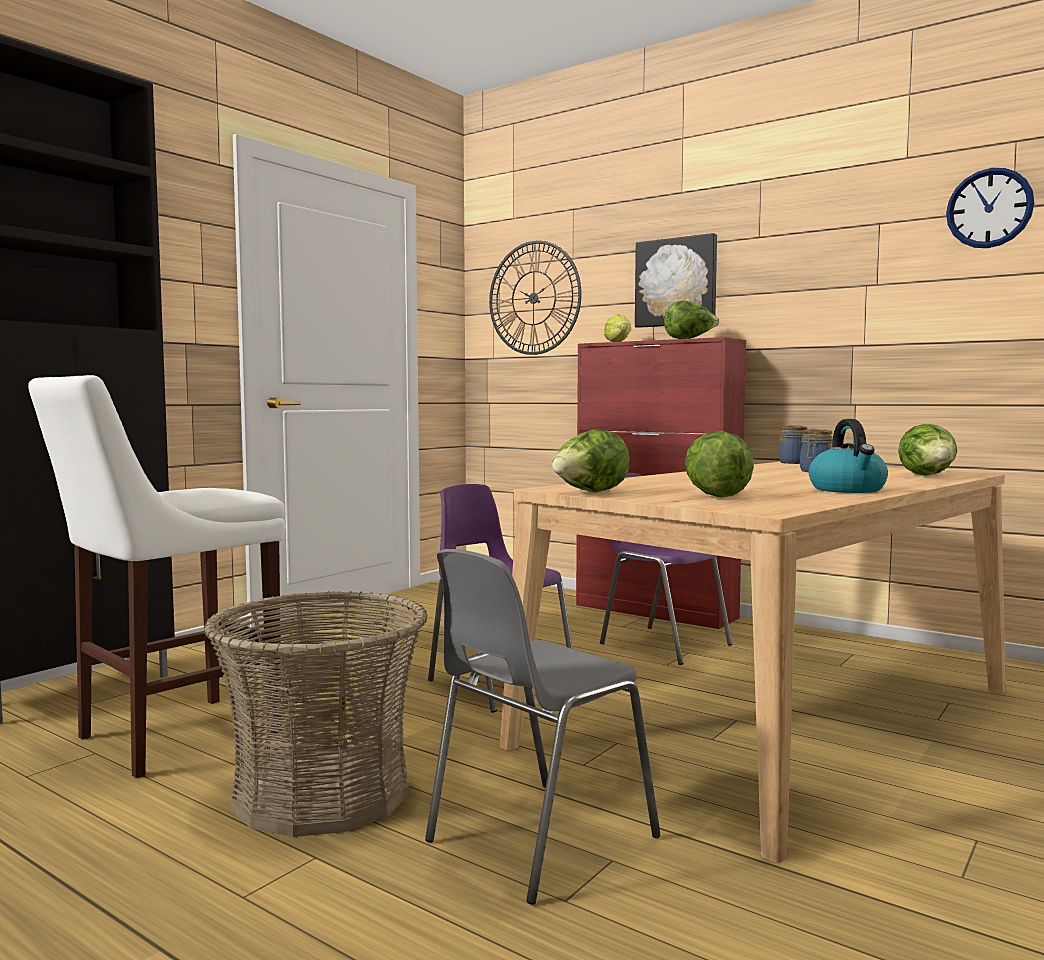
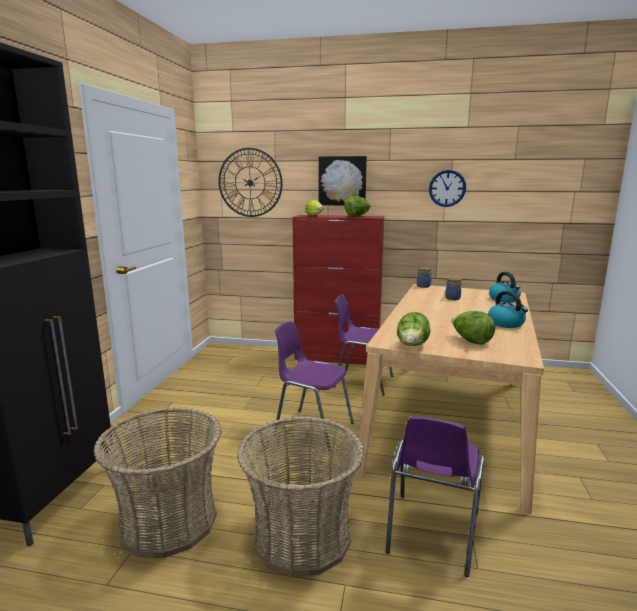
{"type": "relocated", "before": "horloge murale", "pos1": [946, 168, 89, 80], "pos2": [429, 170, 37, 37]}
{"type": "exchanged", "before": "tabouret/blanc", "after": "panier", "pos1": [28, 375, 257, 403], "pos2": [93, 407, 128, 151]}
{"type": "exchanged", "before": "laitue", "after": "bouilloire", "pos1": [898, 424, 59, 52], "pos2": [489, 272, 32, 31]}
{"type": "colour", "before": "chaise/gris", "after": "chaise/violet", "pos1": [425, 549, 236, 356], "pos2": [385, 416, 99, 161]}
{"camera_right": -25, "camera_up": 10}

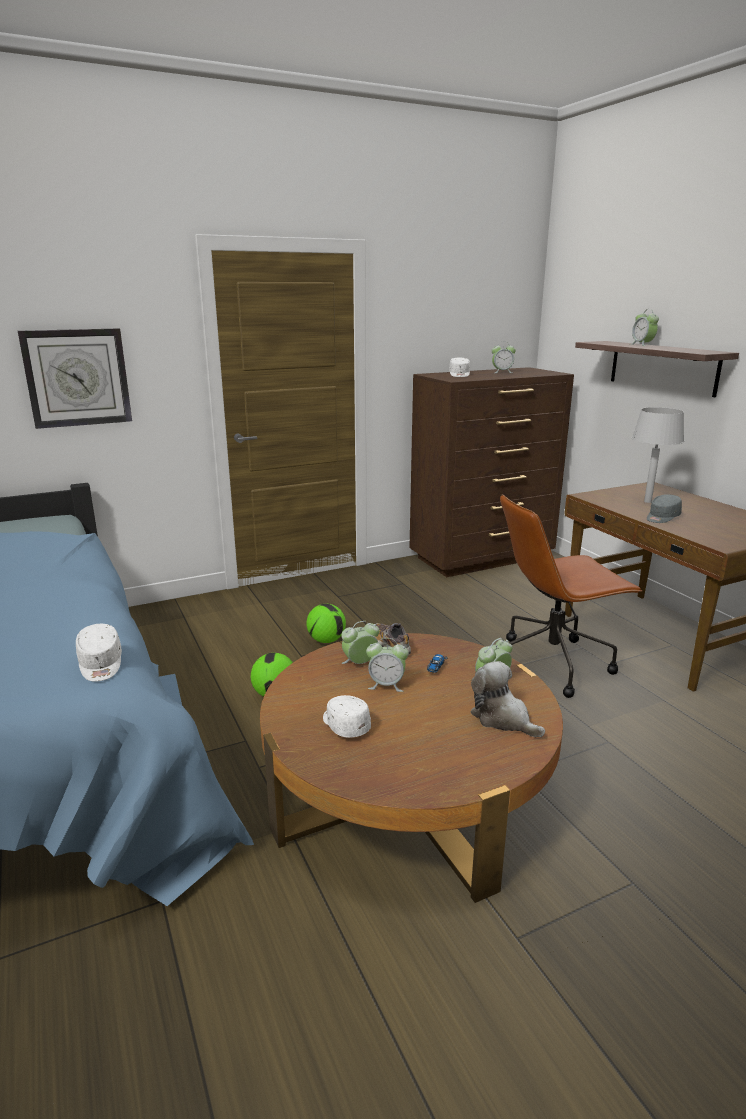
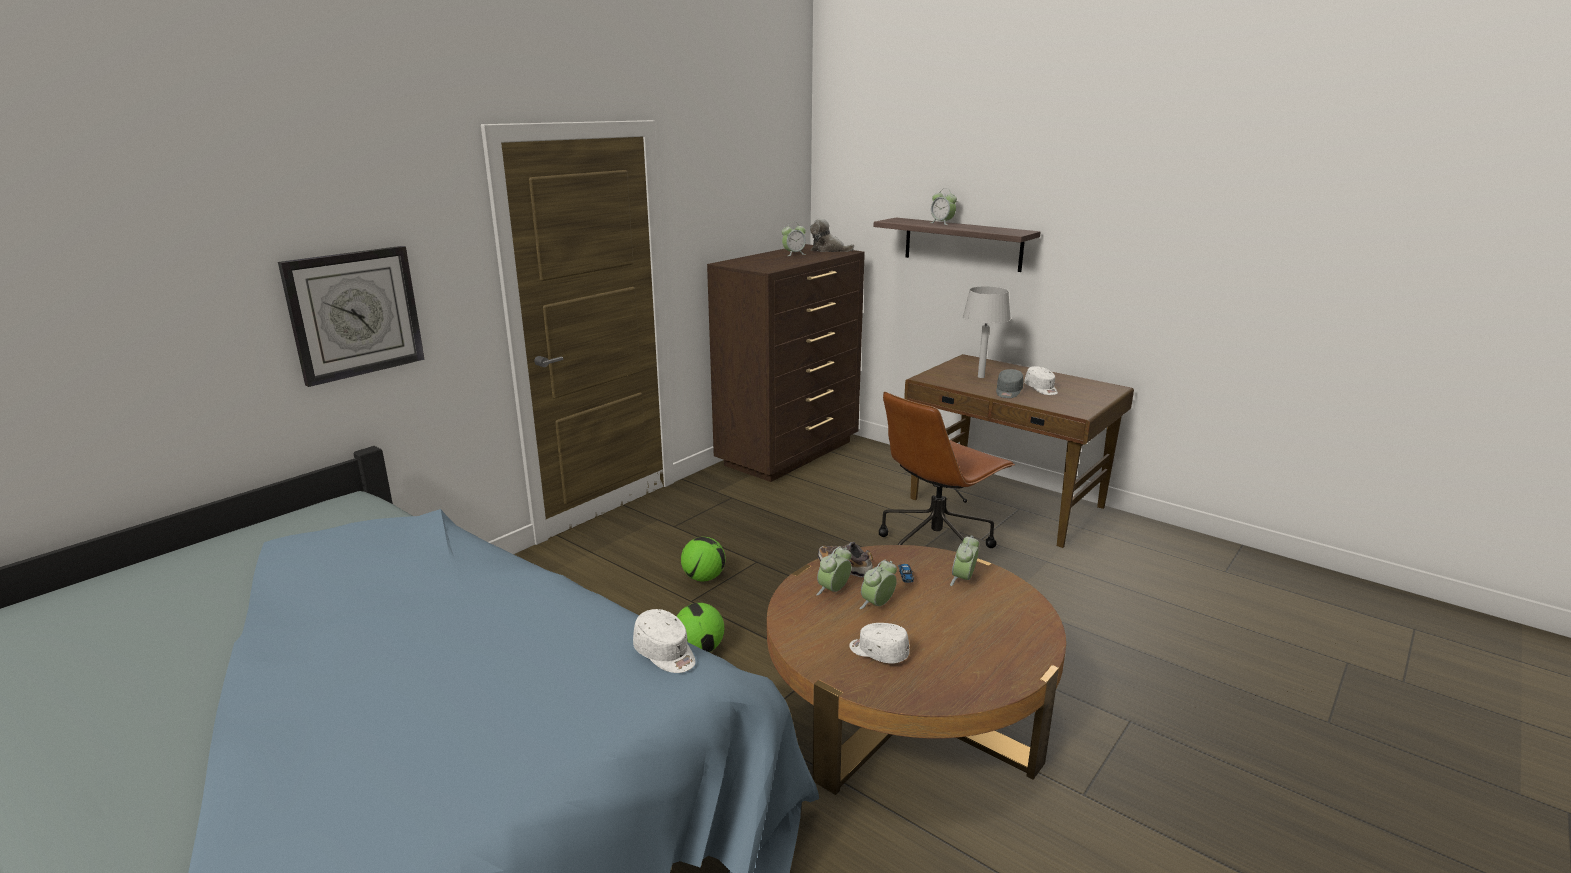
{"type": "relocated", "before": "casquette/blanc", "pos1": [449, 358, 21, 19], "pos2": [1024, 366, 34, 29]}
{"type": "spun", "before": "réveil", "pos1": [366, 638, 43, 54], "pos2": [859, 560, 38, 49], "turn": 150}
{"type": "relocated", "before": "peluche", "pos1": [470, 661, 75, 76], "pos2": [810, 218, 44, 34]}
{"camera_right": -25, "camera_up": 0}

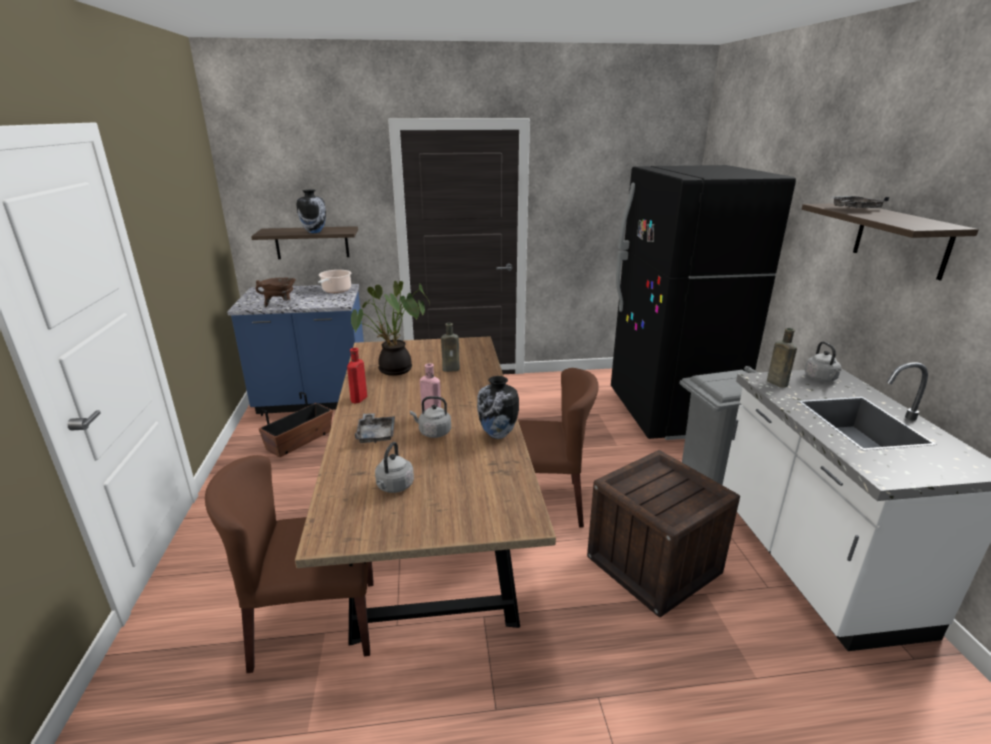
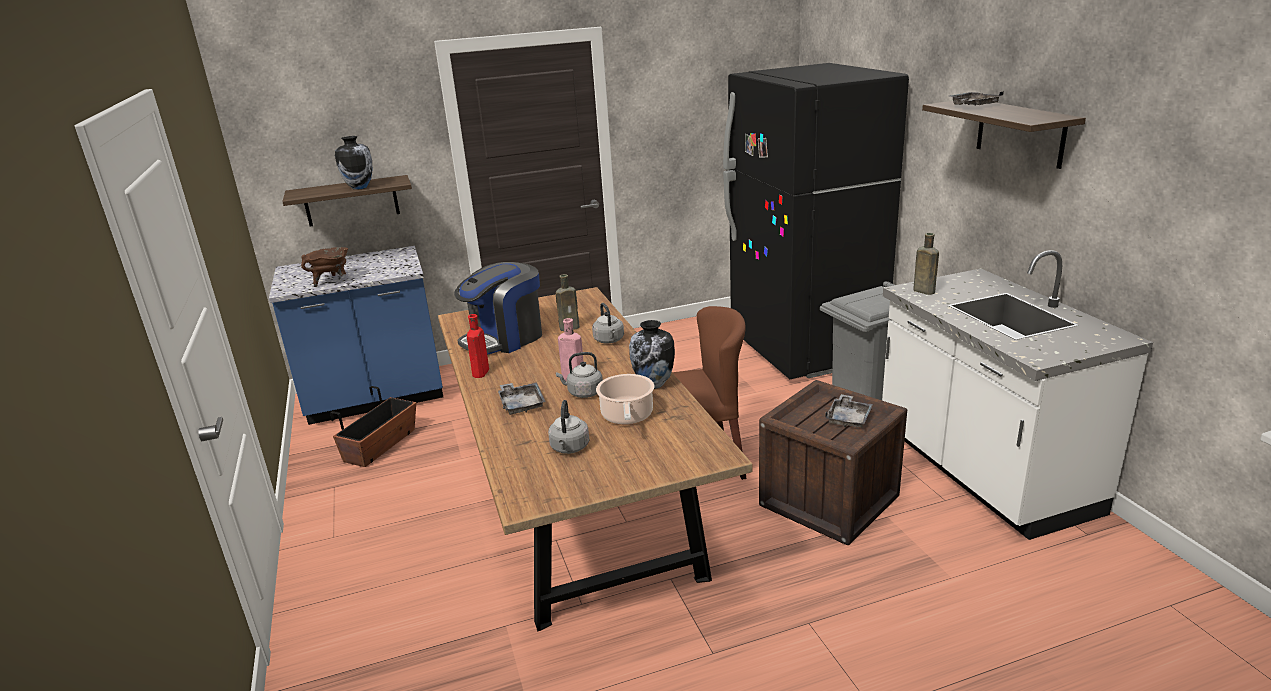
{"type": "relocated", "before": "marmite", "pos1": [318, 270, 33, 23], "pos2": [596, 374, 58, 51]}
{"type": "exchanged", "before": "plante en pot", "after": "machine à café", "pos1": [351, 281, 79, 95], "pos2": [454, 262, 88, 93]}
{"type": "relocated", "before": "bouilloire/gris", "pos1": [805, 341, 36, 41], "pos2": [592, 303, 32, 40]}
{"type": "missing", "before": "chaise/marron", "pos1": [205, 455, 169, 218]}
{"type": "appeared", "after": "plateau/gris", "pos2": [825, 394, 48, 33]}
{"camera_right": -10, "camera_up": 0}

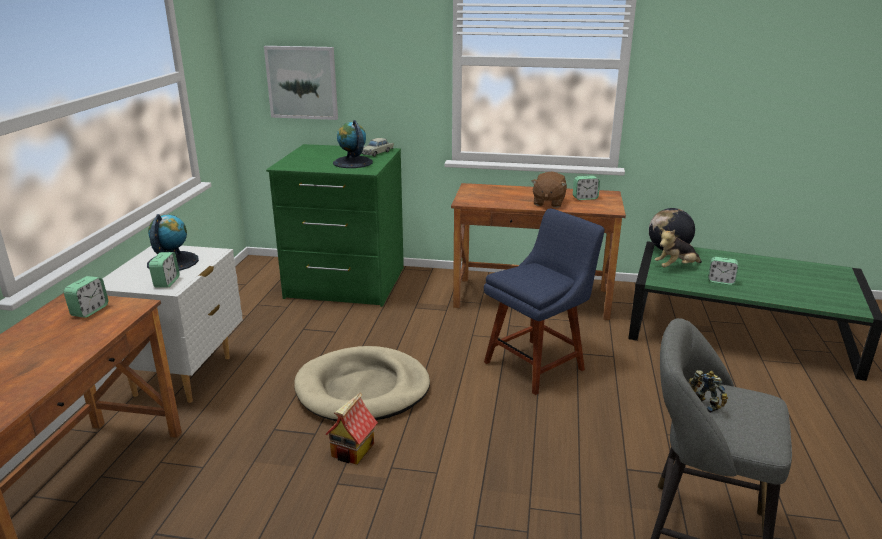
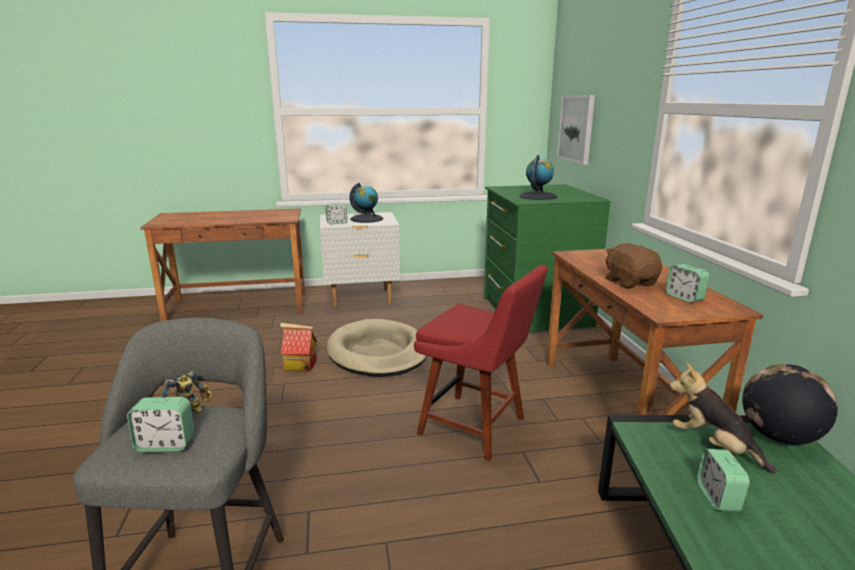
{"type": "missing", "before": "petite voiture/beige", "pos1": [361, 138, 32, 19]}
{"type": "spun", "before": "peluche/marron", "pos1": [531, 171, 36, 37], "pos2": [605, 243, 57, 46], "turn": 75}
{"type": "colour", "before": "chaise/bleu", "after": "chaise/rouge", "pos1": [484, 209, 121, 186], "pos2": [414, 265, 134, 196]}
{"type": "relocated", "before": "réveil", "pos1": [64, 276, 44, 42], "pos2": [127, 397, 68, 55]}
{"camera_right": 70, "camera_up": -5}

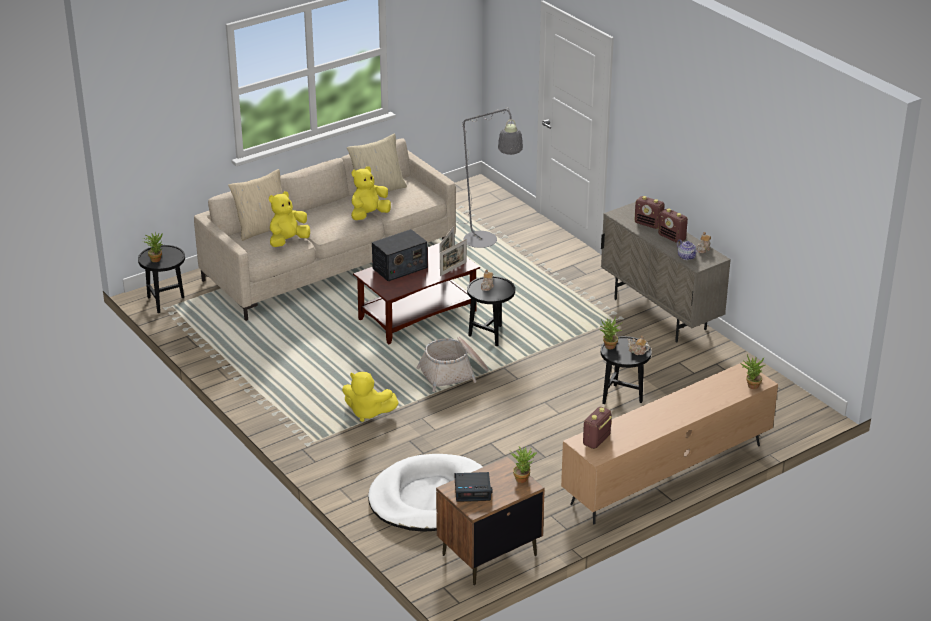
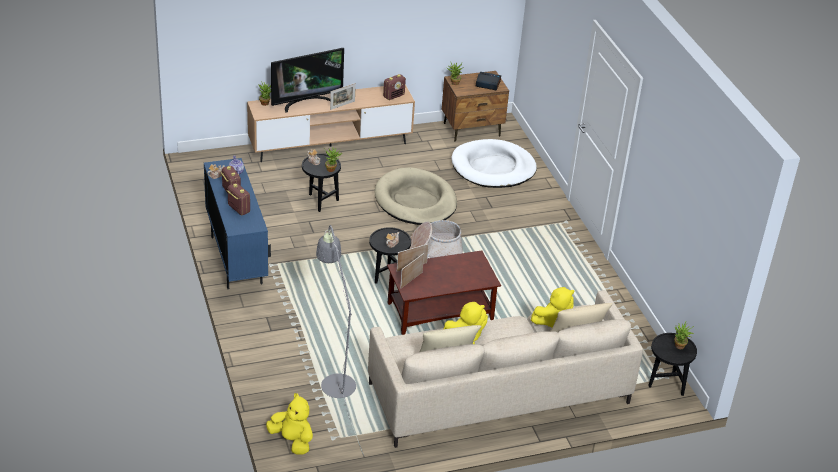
{"type": "colour", "before": "meuble de rangement/beige", "after": "meuble de rangement/bleu", "pos1": [601, 202, 130, 140], "pos2": [204, 158, 67, 131]}
{"type": "missing", "before": "radio", "pos1": [372, 229, 56, 52]}
{"type": "relocated", "before": "peluche/jaune", "pos1": [342, 372, 57, 50], "pos2": [266, 393, 47, 62]}
{"type": "appeared", "after": "téléviseur", "pos2": [271, 48, 73, 64]}
{"type": "appeared", "after": "cadre photo", "pos2": [330, 83, 26, 27]}
{"type": "appeared", "after": "panier pour chien/beige", "pos2": [374, 167, 83, 58]}
{"camera_right": -165, "camera_up": 5}

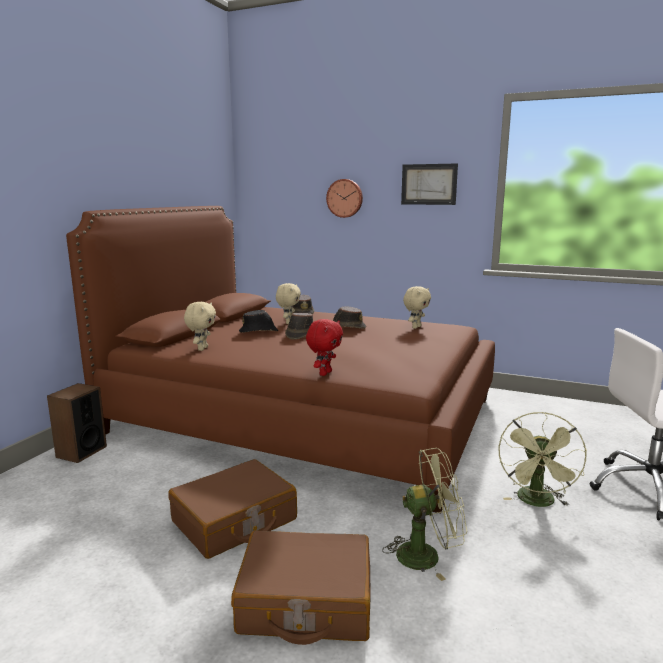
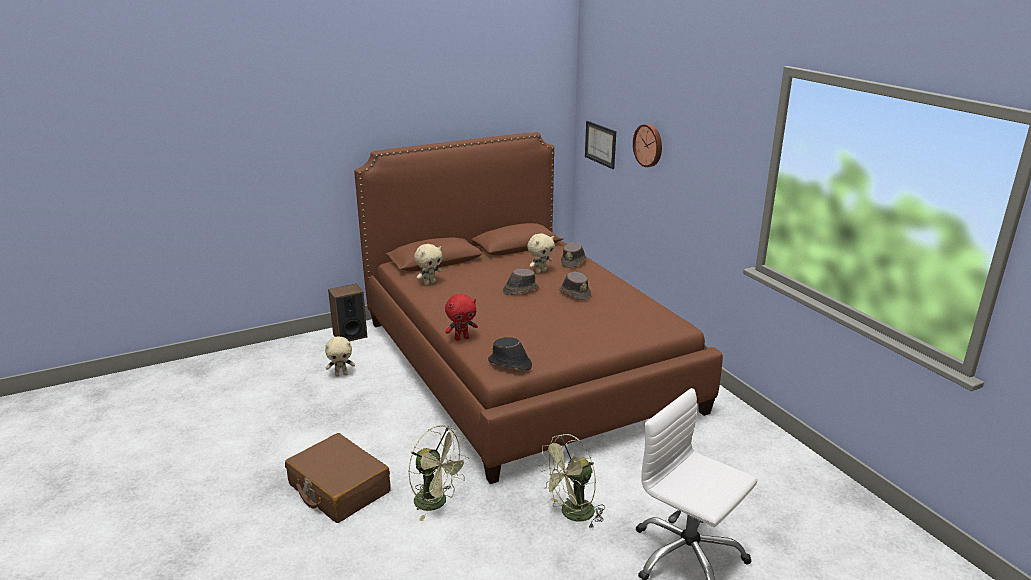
{"type": "relocated", "before": "tableau", "pos1": [401, 163, 57, 42], "pos2": [585, 121, 31, 48]}
{"type": "relocated", "before": "peluche/beige", "pos1": [403, 286, 28, 43], "pos2": [325, 336, 30, 40]}
{"type": "relocated", "before": "chapeau/noir", "pos1": [239, 310, 39, 23], "pos2": [488, 337, 44, 34]}
{"type": "missing", "before": "valise/marron", "pos1": [168, 459, 129, 100]}
{"camera_right": 40, "camera_up": 10}

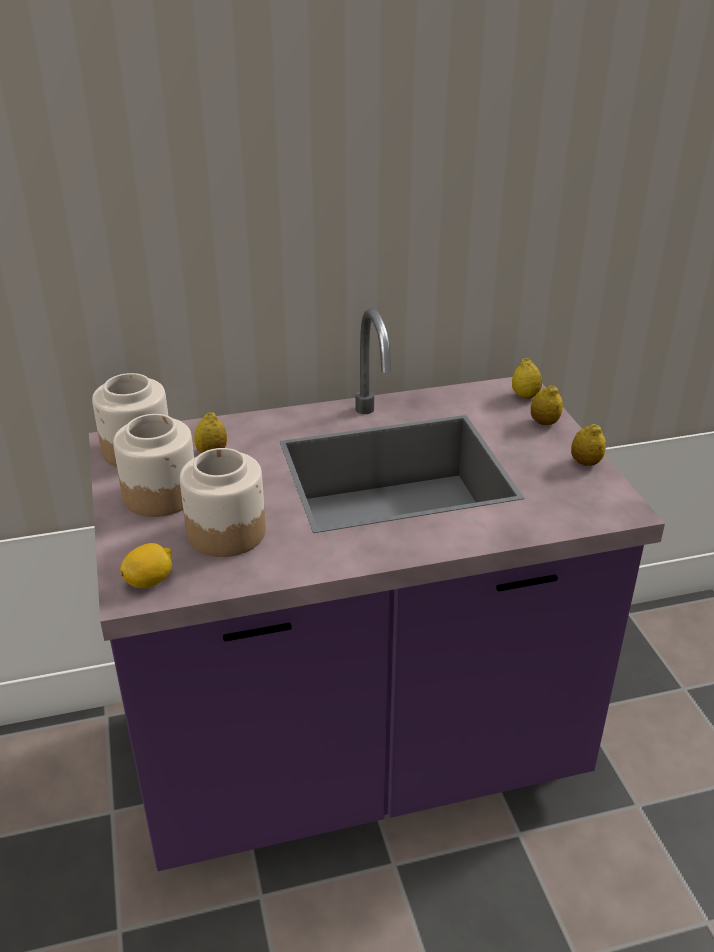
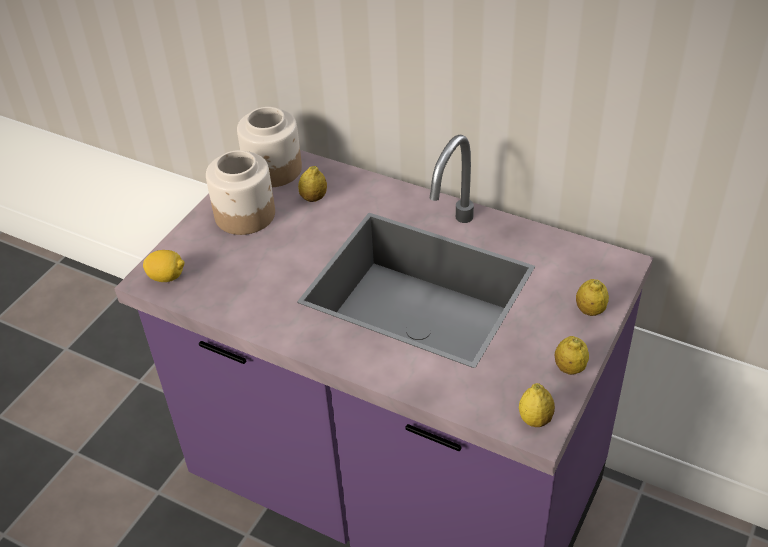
{"type": "relocated", "before": "citron", "pos1": [512, 358, 30, 41], "pos2": [519, 383, 36, 44]}
{"type": "missing", "before": "bocal", "pos1": [180, 448, 86, 109]}
{"camera_right": 45, "camera_up": 10}

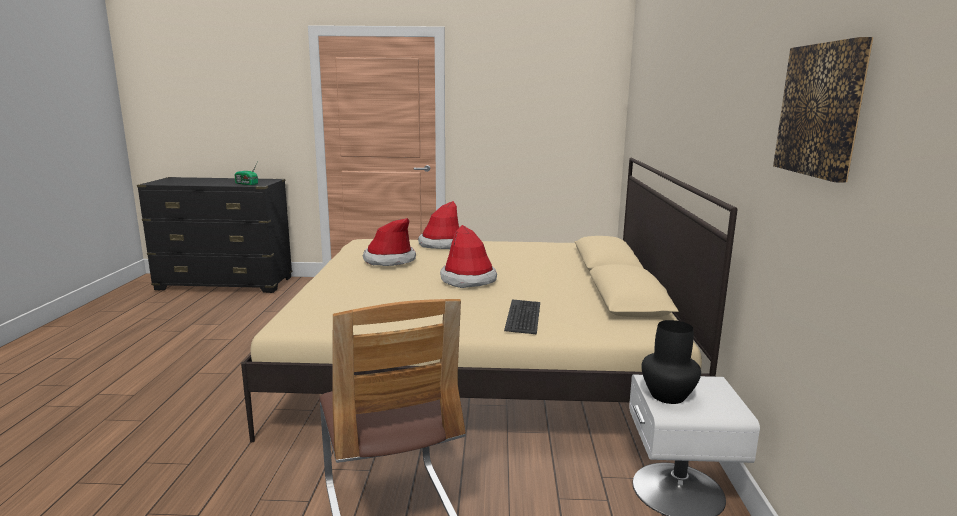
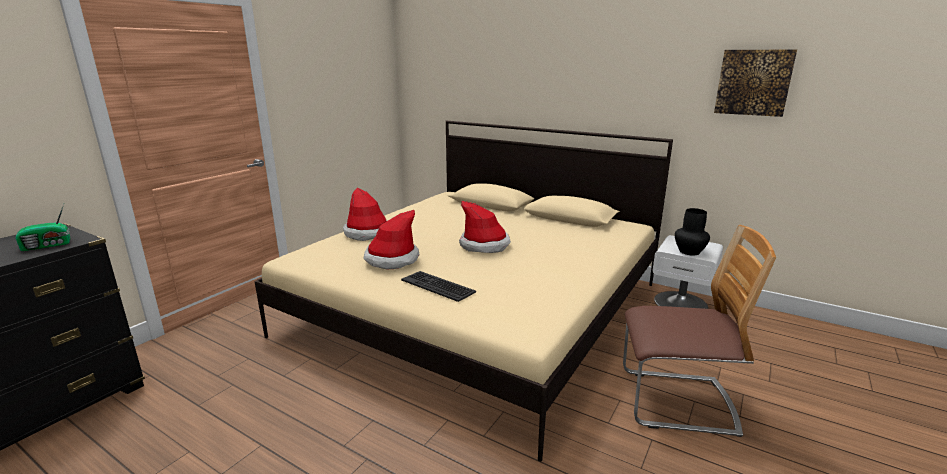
{"type": "relocated", "before": "clavier", "pos1": [504, 299, 36, 35], "pos2": [401, 271, 75, 31]}
{"camera_right": -60, "camera_up": 5}

